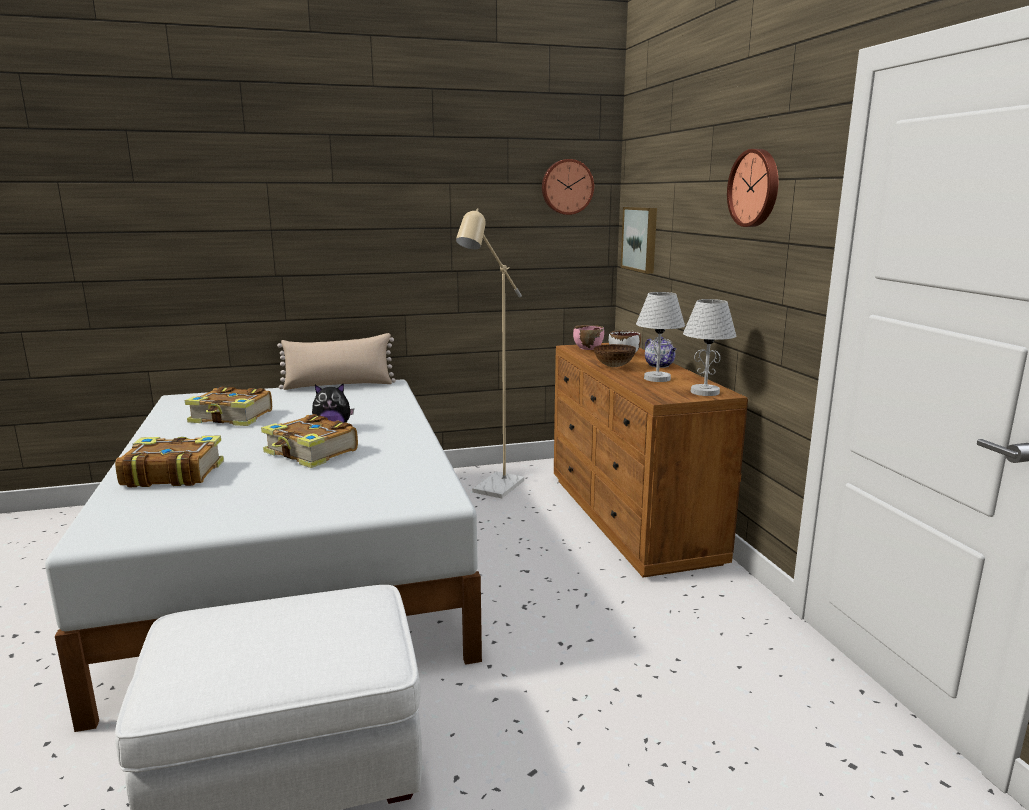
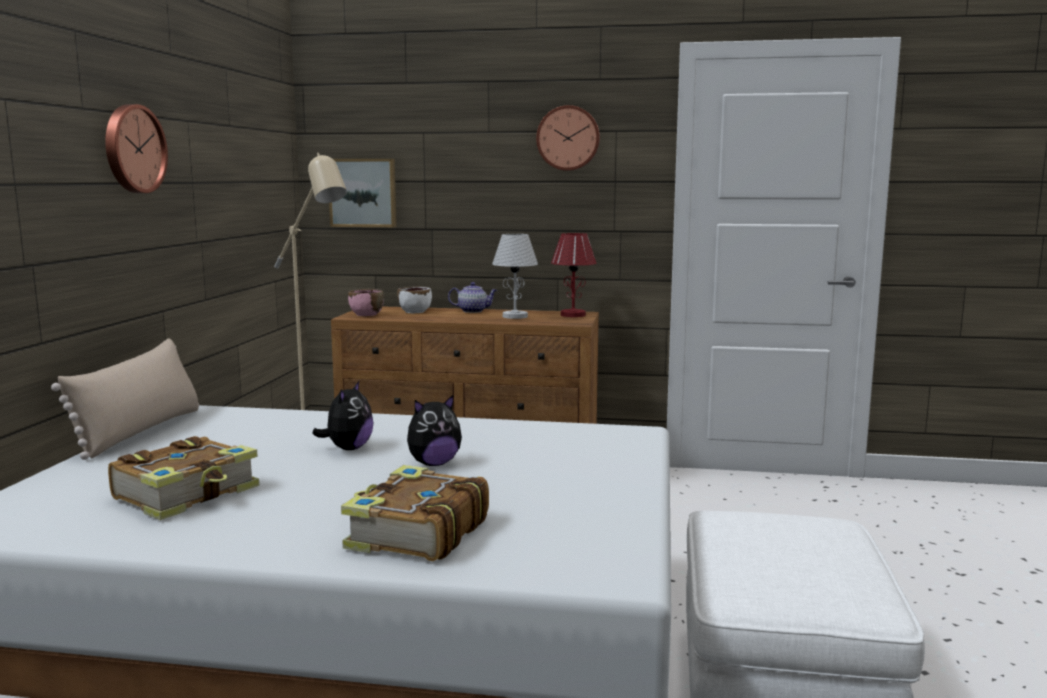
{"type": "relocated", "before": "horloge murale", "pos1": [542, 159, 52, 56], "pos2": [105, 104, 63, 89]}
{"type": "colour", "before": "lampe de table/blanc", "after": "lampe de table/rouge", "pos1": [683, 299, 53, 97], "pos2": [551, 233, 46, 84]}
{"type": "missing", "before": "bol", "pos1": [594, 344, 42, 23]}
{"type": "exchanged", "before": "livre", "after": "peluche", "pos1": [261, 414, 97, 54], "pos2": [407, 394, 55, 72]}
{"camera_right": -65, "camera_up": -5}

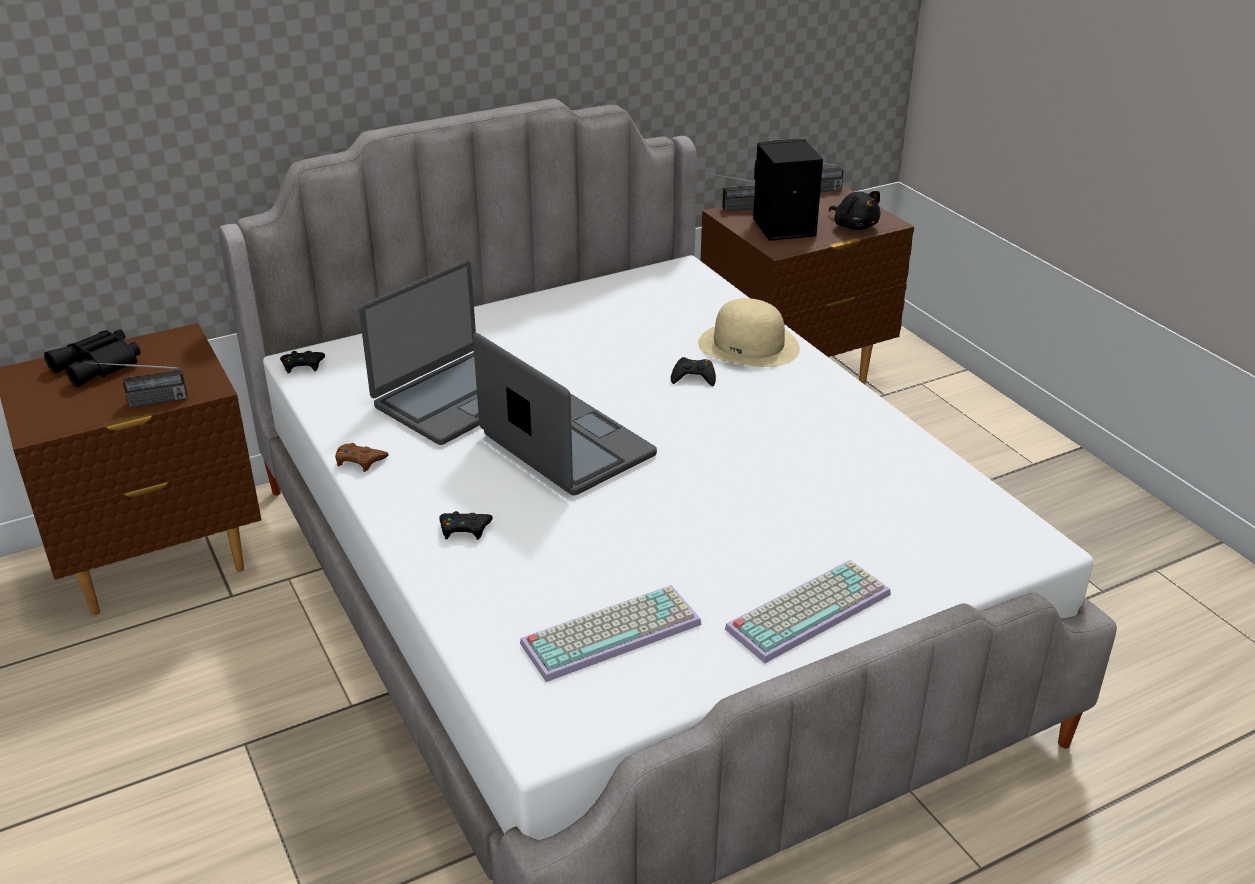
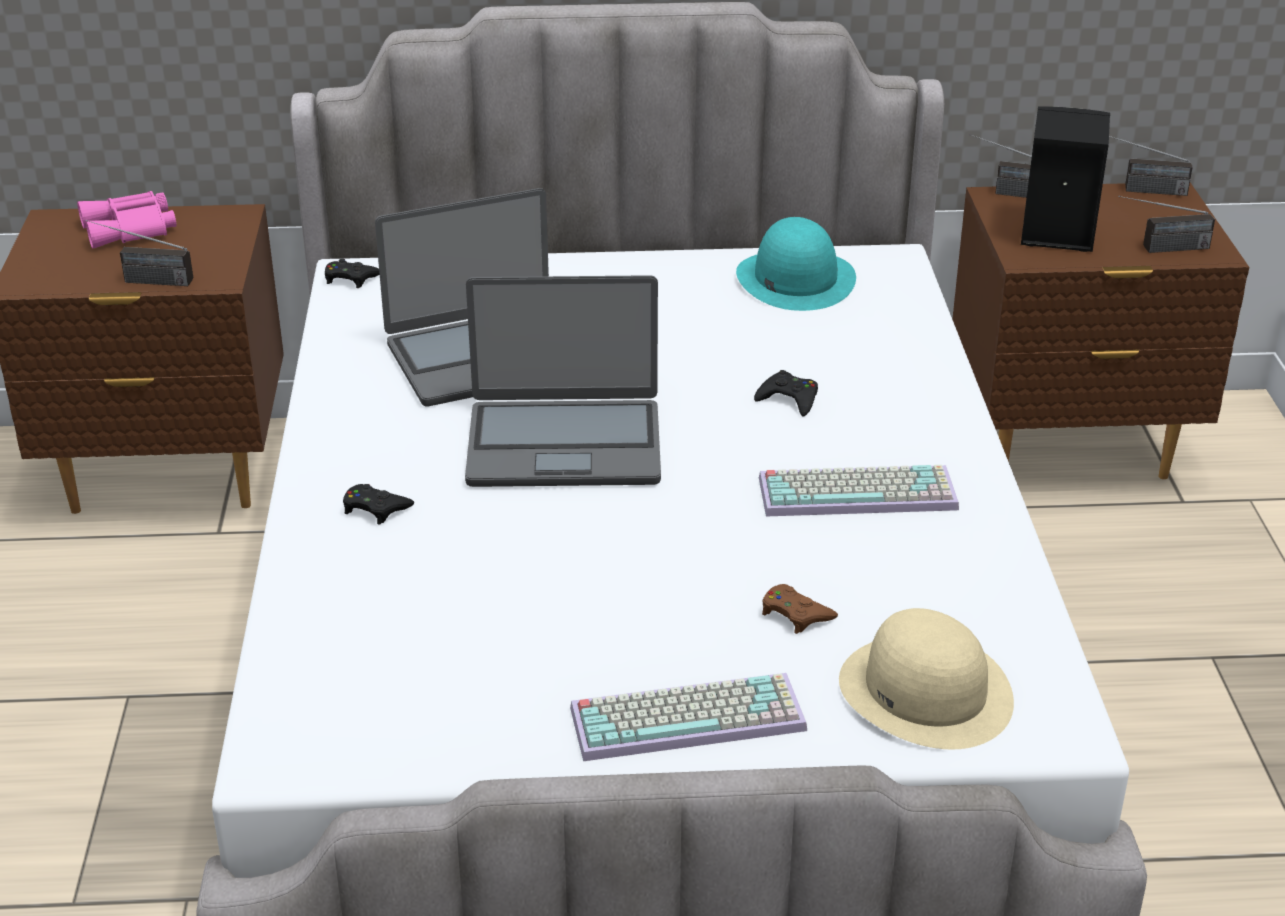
{"type": "exchanged", "before": "peluche/noir", "after": "radio", "pos1": [829, 191, 52, 39], "pos2": [1118, 196, 97, 57]}
{"type": "relocated", "before": "chapeau/beige", "pos1": [698, 298, 102, 69], "pos2": [839, 608, 175, 142]}
{"type": "colour", "before": "jumelles/noir", "after": "jumelles/rose", "pos1": [44, 329, 97, 58], "pos2": [77, 191, 100, 58]}
{"type": "spun", "before": "ordinateur portable", "pos1": [473, 333, 184, 162], "pos2": [465, 275, 196, 212], "turn": 105}
{"type": "relocated", "before": "manette/marron", "pos1": [335, 443, 54, 29], "pos2": [762, 584, 76, 50]}
{"type": "relocated", "before": "clavier", "pos1": [520, 585, 182, 97], "pos2": [759, 465, 200, 52]}
{"type": "appeared", "after": "chapeau/turquoise", "pos2": [736, 217, 120, 94]}
{"camera_right": 25, "camera_up": 0}

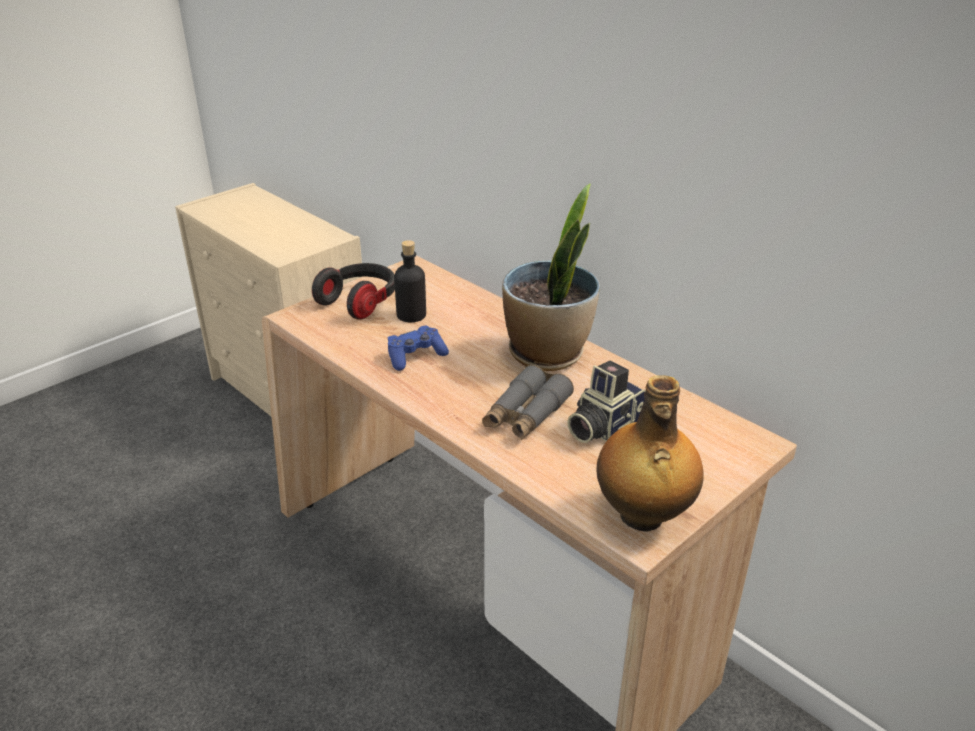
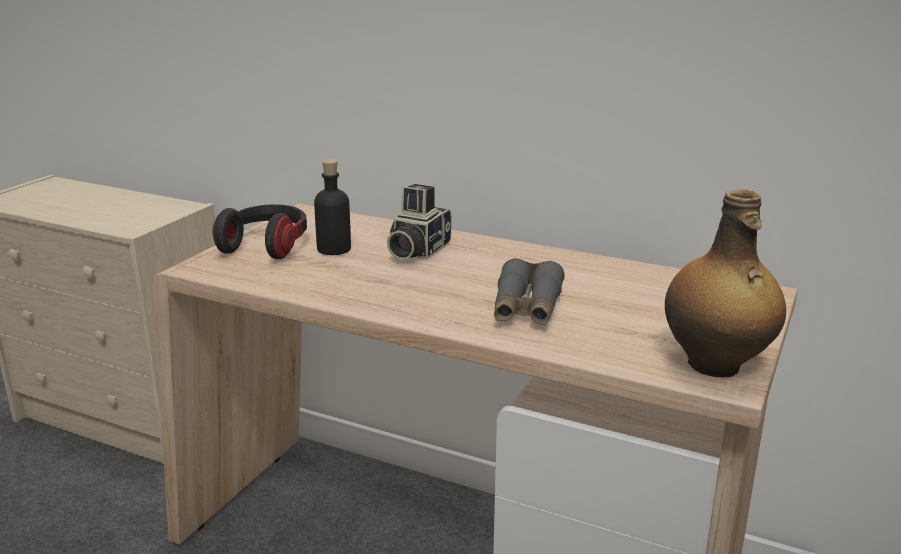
{"type": "missing", "before": "plante en pot", "pos1": [502, 183, 98, 188]}
{"type": "missing", "before": "manette/bleu", "pos1": [388, 325, 61, 46]}
{"type": "relocated", "before": "appareil photo", "pos1": [567, 361, 79, 82], "pos2": [387, 184, 64, 76]}
{"camera_right": -20, "camera_up": -10}

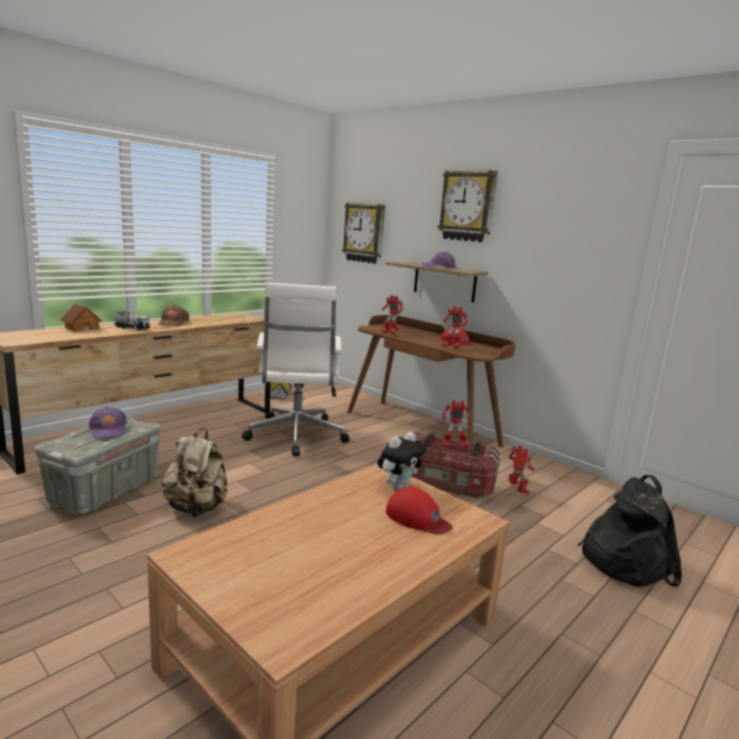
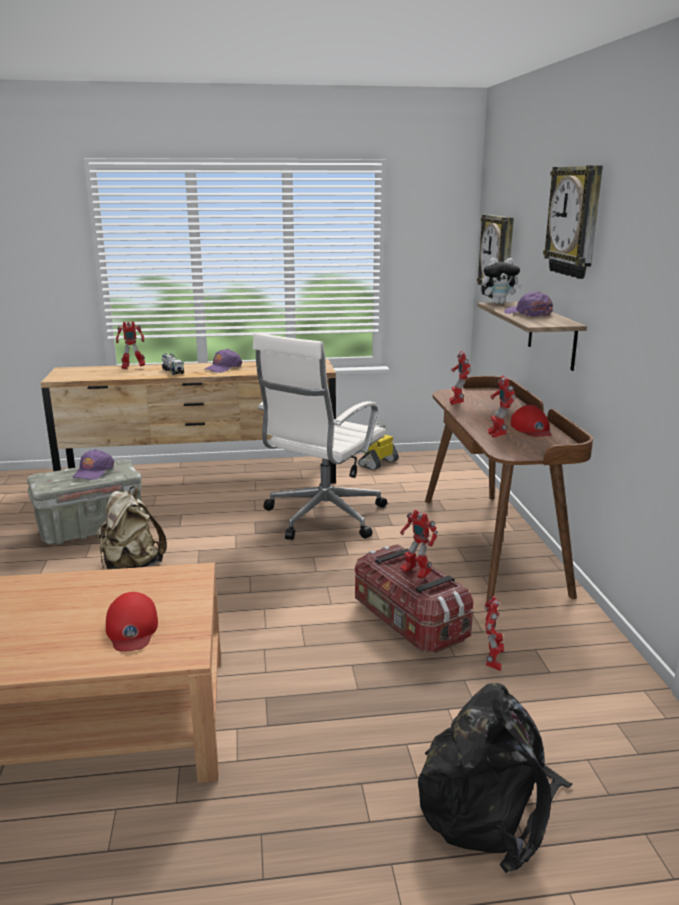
{"type": "exchanged", "before": "maison miniature", "after": "robot jouet", "pos1": [61, 304, 41, 28], "pos2": [116, 321, 29, 48]}
{"type": "colour", "before": "casquette/marron", "after": "casquette/violet", "pos1": [158, 305, 31, 21], "pos2": [204, 349, 38, 24]}
{"type": "relocated", "before": "peluche", "pos1": [378, 432, 48, 59], "pos2": [482, 258, 40, 46]}
{"camera_right": 40, "camera_up": 5}

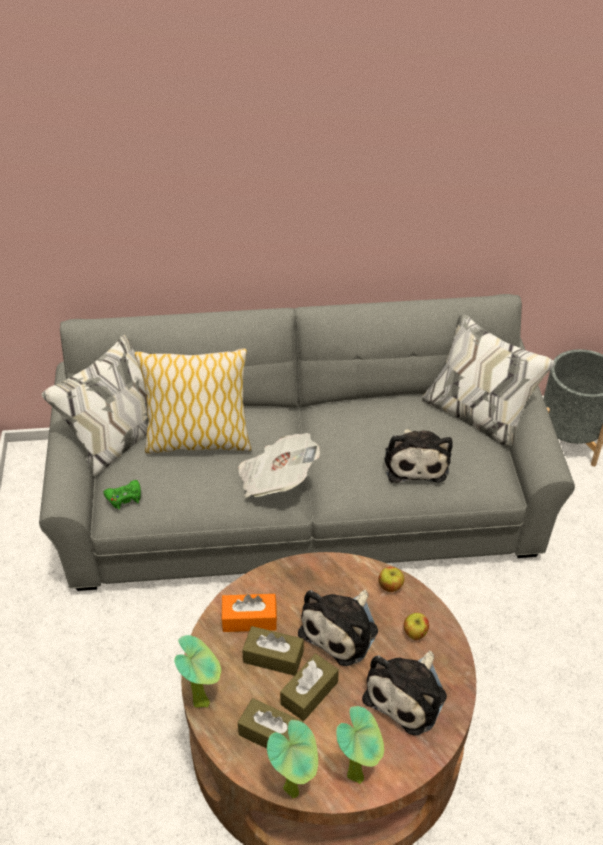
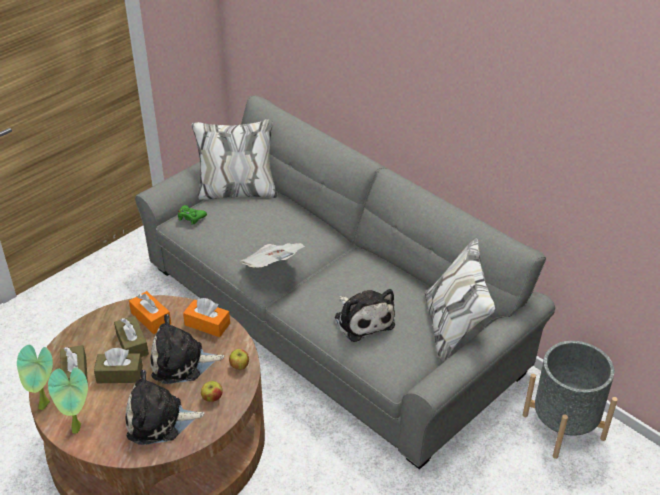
{"type": "missing", "before": "coussin", "pos1": [134, 348, 118, 106]}
{"type": "spun", "before": "peluche", "pos1": [384, 429, 69, 54], "pos2": [335, 289, 60, 53], "turn": -75}
{"type": "missing", "before": "plante en pot", "pos1": [174, 635, 47, 73]}
{"type": "appeared", "after": "boîte à mouchoirs/orange", "pos2": [183, 298, 47, 39]}
{"camera_right": 50, "camera_up": -5}

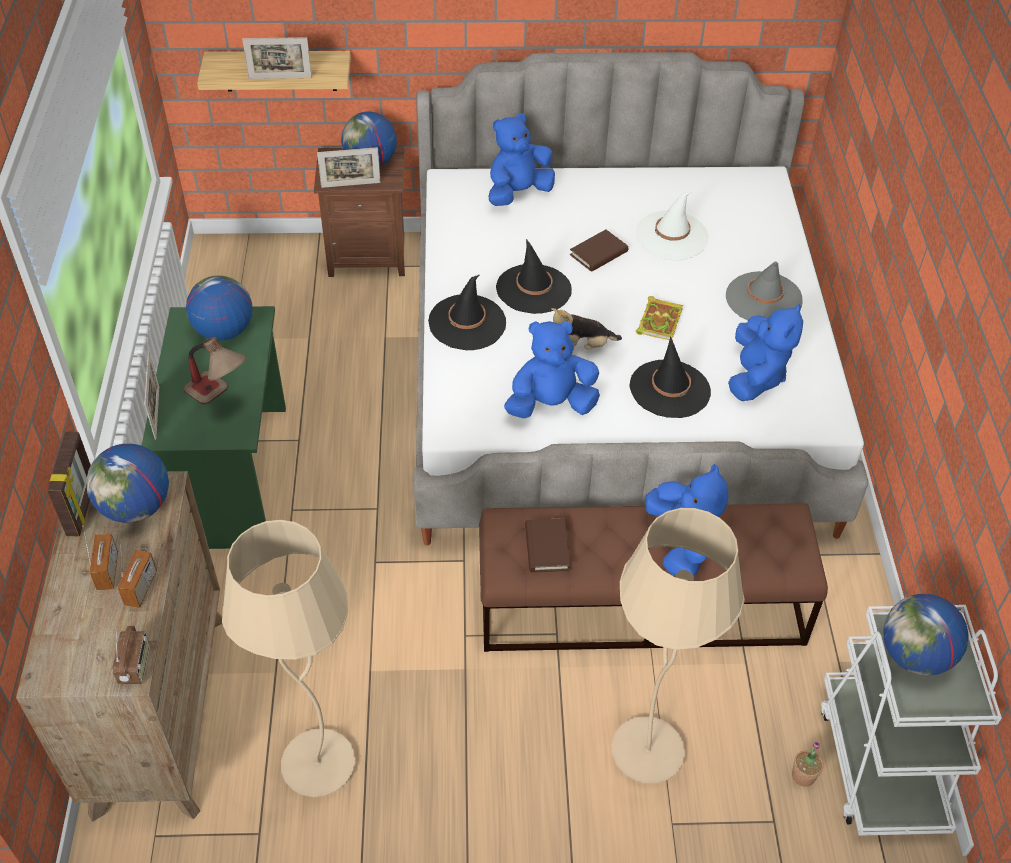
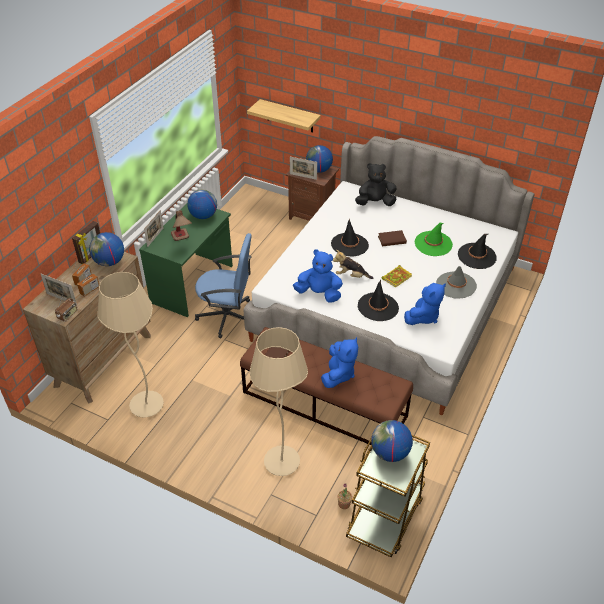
{"type": "relocated", "before": "cadre photo", "pos1": [242, 37, 70, 42], "pos2": [41, 274, 36, 31]}
{"type": "colour", "before": "peluche/bleu", "after": "peluche/noir", "pos1": [489, 113, 66, 93], "pos2": [355, 163, 42, 43]}
{"type": "colour", "before": "chapeau/blanc", "after": "chapeau/vert", "pos1": [636, 192, 72, 68], "pos2": [415, 223, 38, 33]}
{"type": "relocated", "before": "chapeau/noir", "pos1": [428, 275, 78, 75], "pos2": [458, 234, 39, 35]}
{"type": "colour", "before": "chariot/blanc", "after": "chariot/marron", "pos1": [821, 605, 181, 231], "pos2": [346, 435, 84, 122]}
{"type": "appeared", "after": "chaise de bureau/bleu", "pos2": [195, 233, 57, 105]}
{"camera_right": 30, "camera_up": -5}

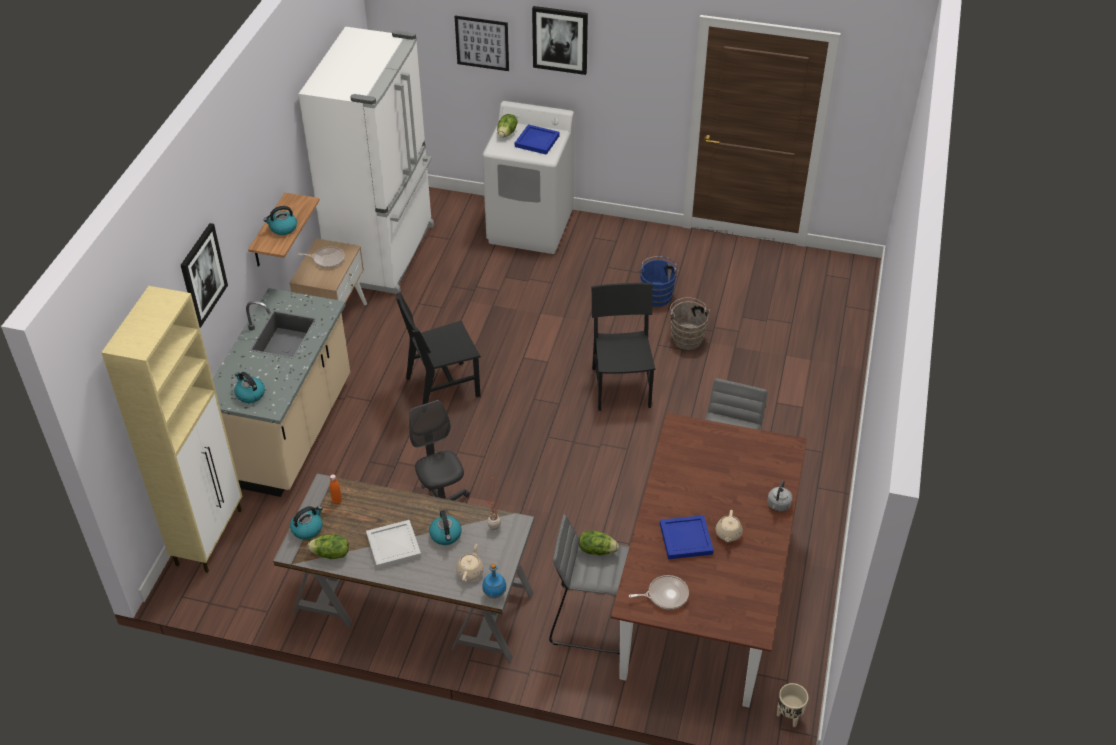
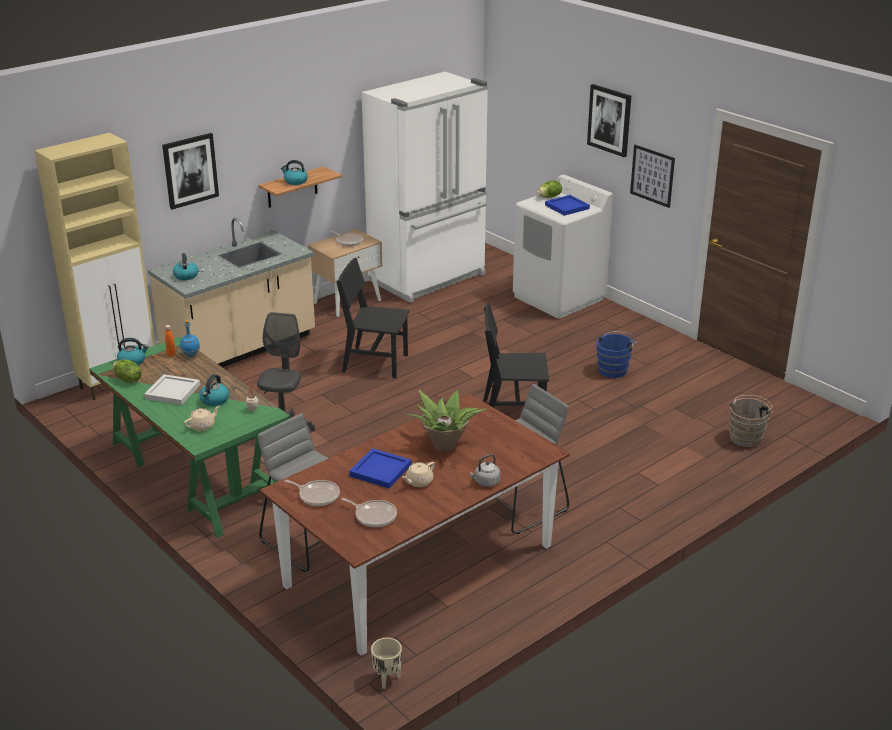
{"type": "relocated", "before": "tableau", "pos1": [455, 16, 54, 55], "pos2": [630, 145, 45, 63]}
{"type": "spun", "before": "chaise/noir", "pos1": [592, 283, 63, 128], "pos2": [483, 303, 66, 105], "turn": -120}
{"type": "relocated", "before": "seau/marron", "pos1": [669, 297, 41, 53], "pos2": [729, 395, 45, 52]}
{"type": "colour", "before": "bureau/gris", "after": "bureau/vert", "pos1": [273, 474, 261, 189], "pos2": [89, 337, 201, 201]}
{"type": "missing", "before": "laitue", "pos1": [579, 531, 40, 24]}
{"type": "relocated", "before": "bouteille/bleu", "pos1": [482, 563, 25, 36], "pos2": [180, 320, 20, 38]}
{"type": "appeared", "after": "plante en pot", "pos2": [407, 390, 79, 61]}
{"type": "appeared", "after": "poêle", "pos2": [341, 498, 56, 29]}
{"camera_right": 35, "camera_up": -15}

